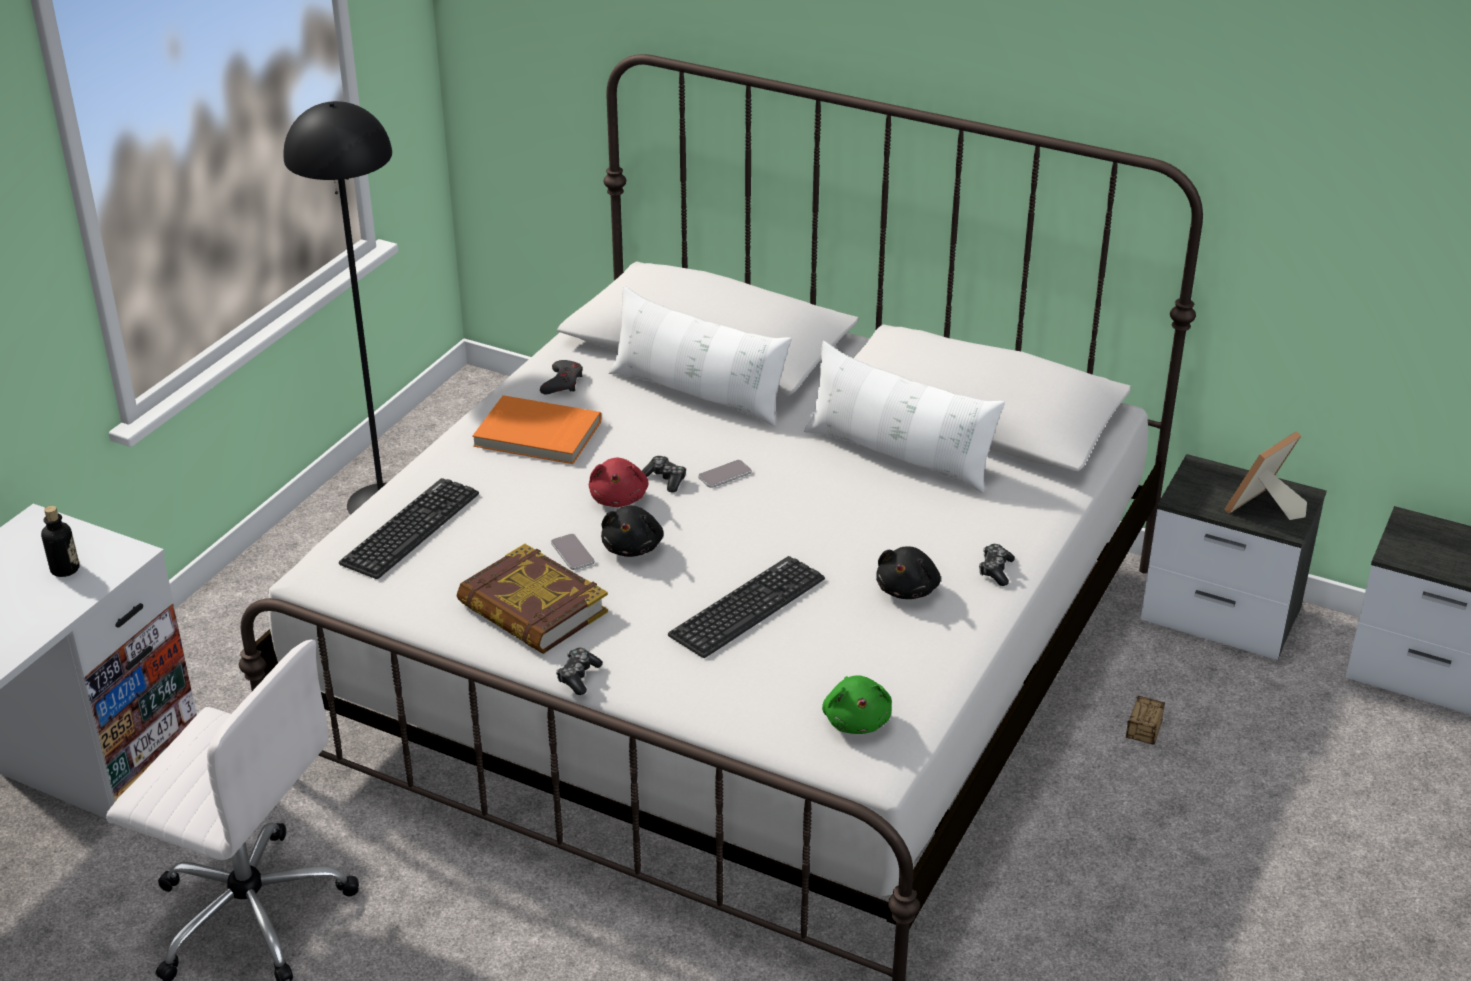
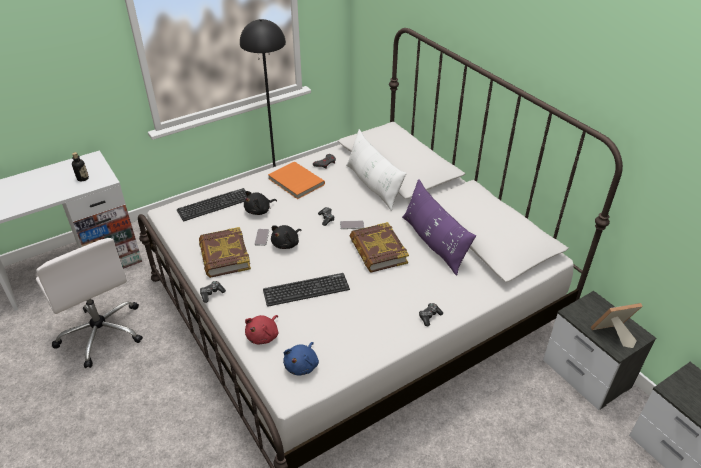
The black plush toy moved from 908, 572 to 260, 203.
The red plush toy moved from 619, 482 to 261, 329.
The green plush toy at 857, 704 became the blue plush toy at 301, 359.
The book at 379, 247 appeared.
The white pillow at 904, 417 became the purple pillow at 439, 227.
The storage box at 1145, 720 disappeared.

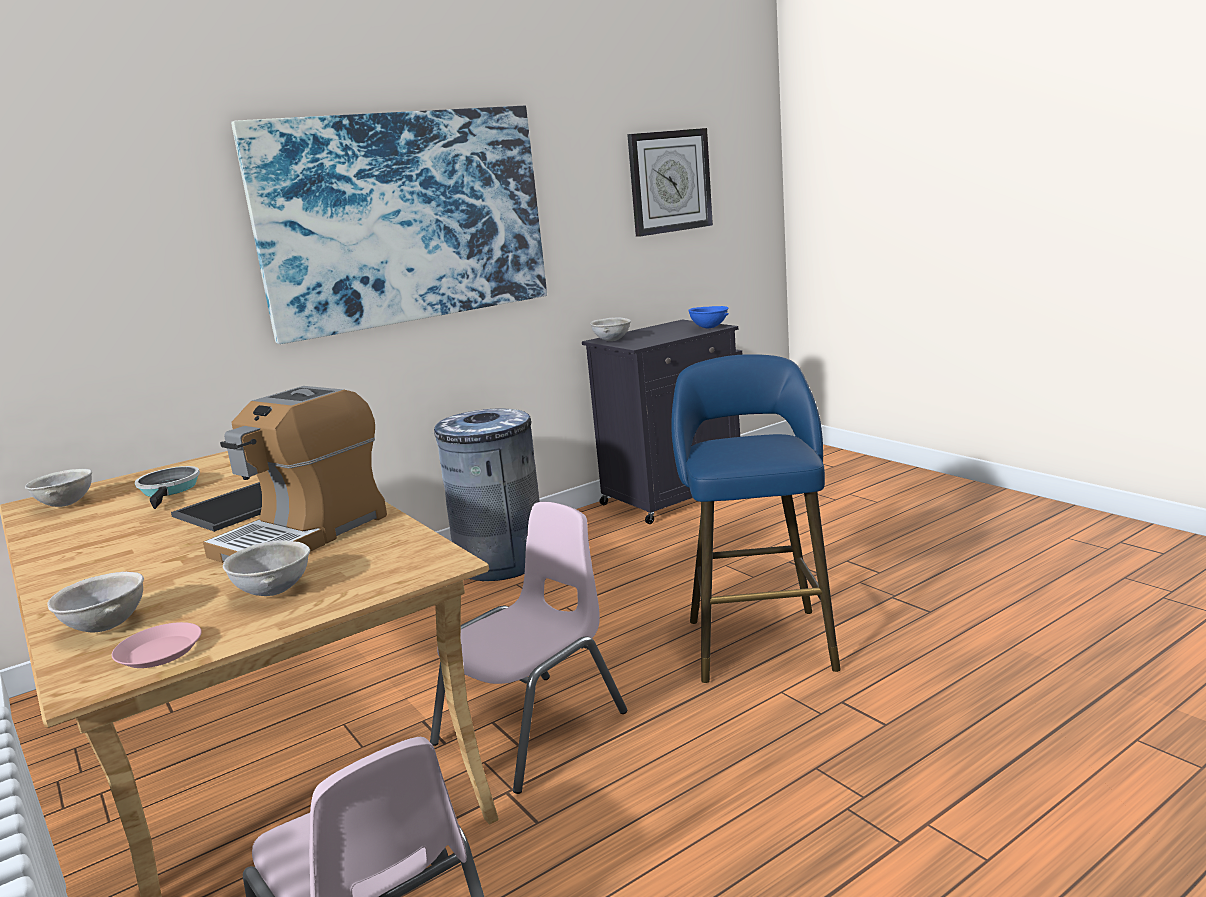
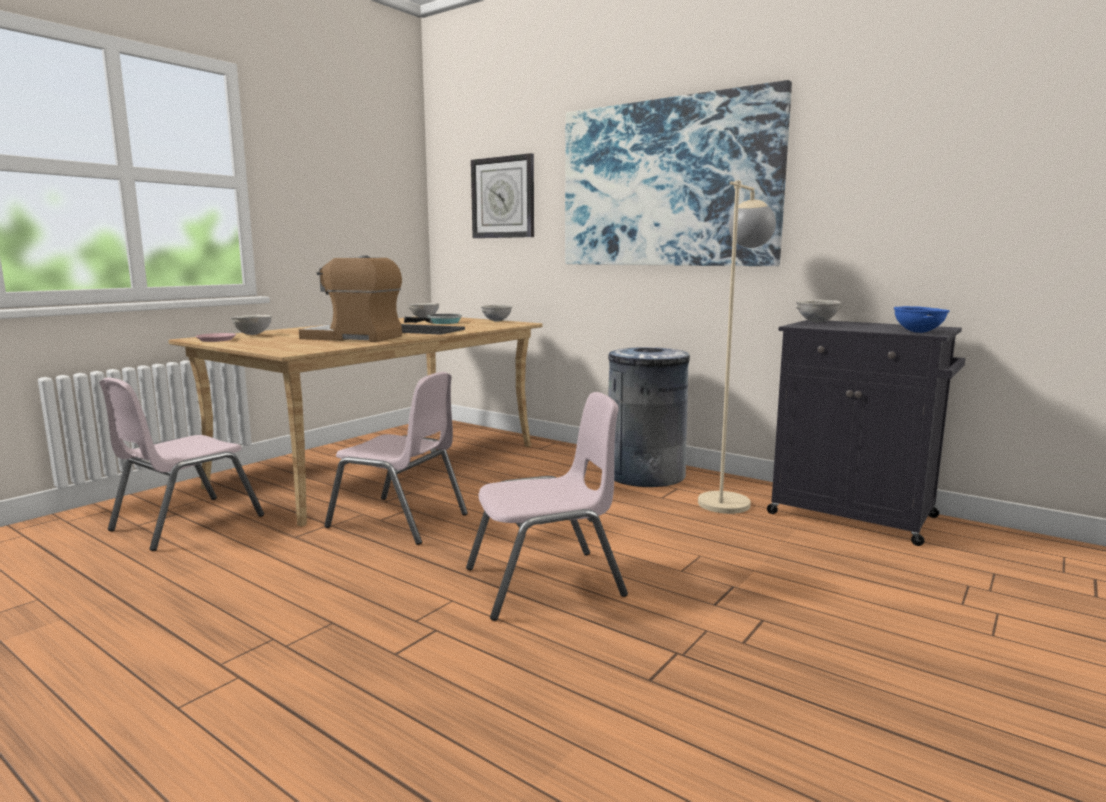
The blue stool at 756, 518 was replaced by the pink chair at 547, 506.
The wall clock moved from 670, 182 to 502, 195.
The grey bowl moved from 266, 568 to 496, 312.
The beige floor lamp at 737, 347 appeared.

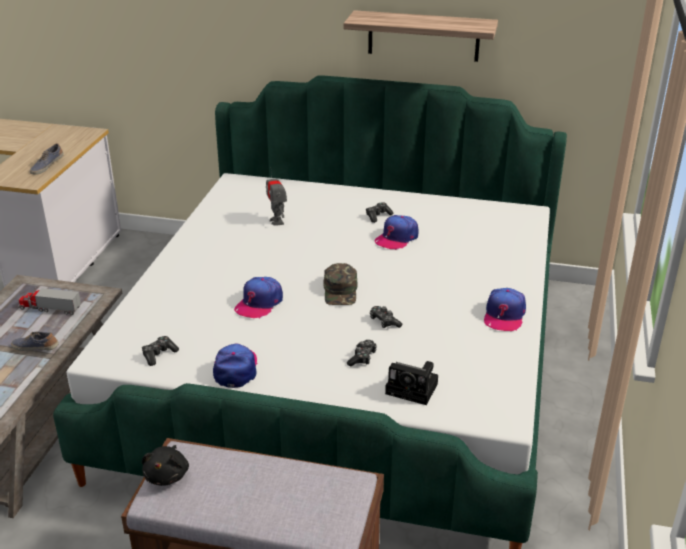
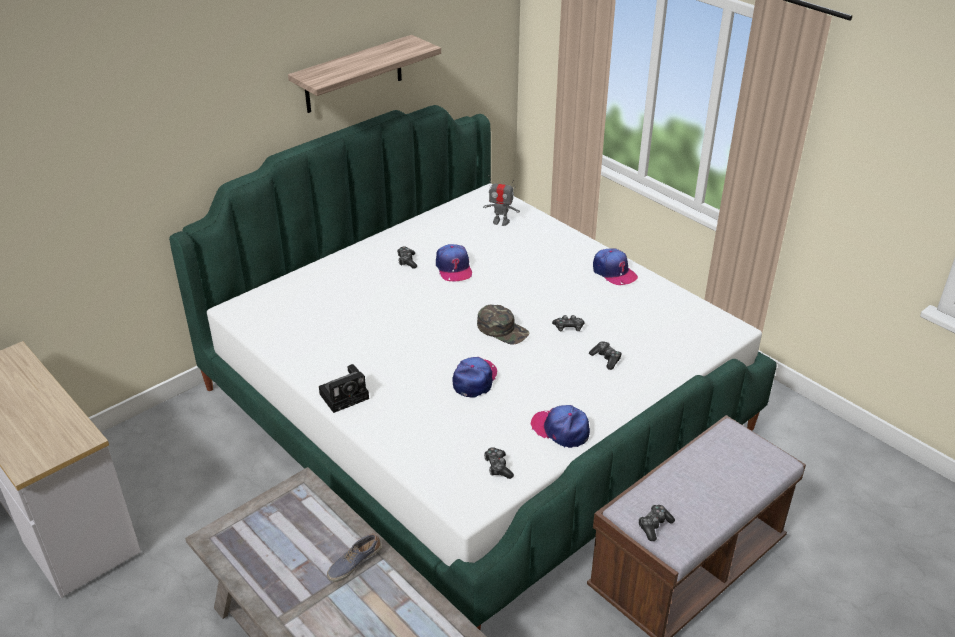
The photo camera moved from 411, 383 to 344, 388.
The cap at 258, 298 turned 135 degrees counterclockwise.
The toy robot moved from 276, 196 to 501, 203.
The black plush toy at 165, 465 was replaced by the game controller at 656, 523.
The toy truck at 49, 301 disappeared.
The shoe at 47, 159 disappeared.

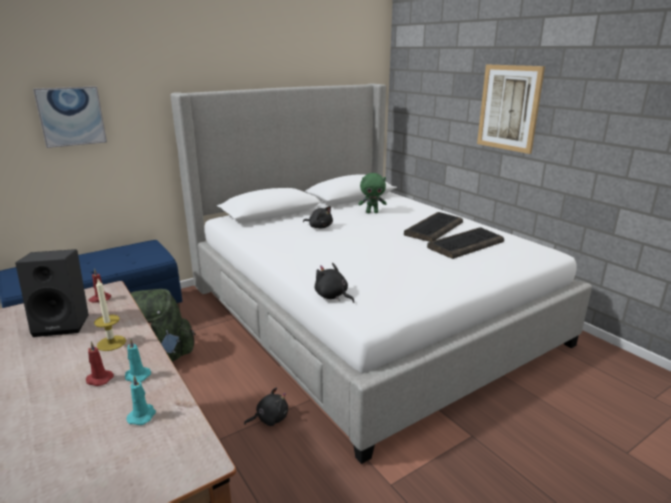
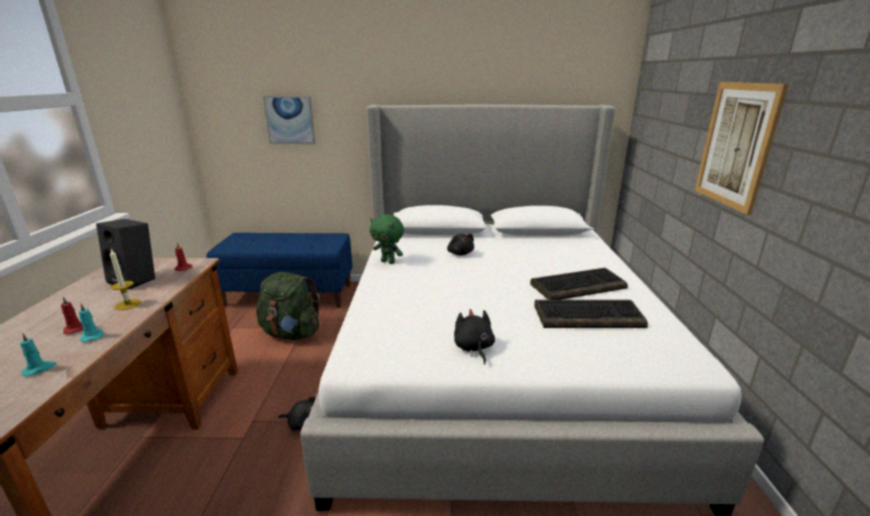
The green plush toy moved from 372, 193 to 387, 239.
The black plush toy moved from 334, 283 to 474, 336.

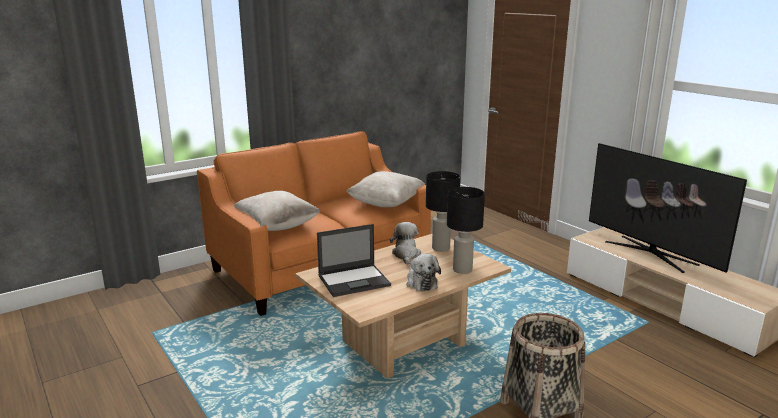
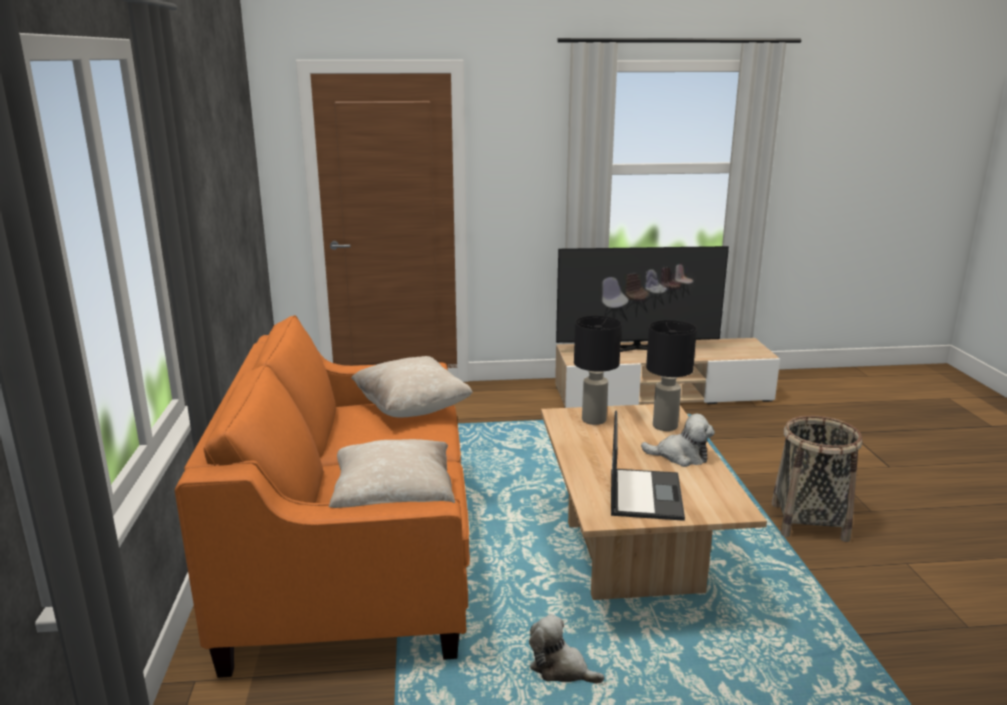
The plush toy moved from 405, 243 to 567, 649.

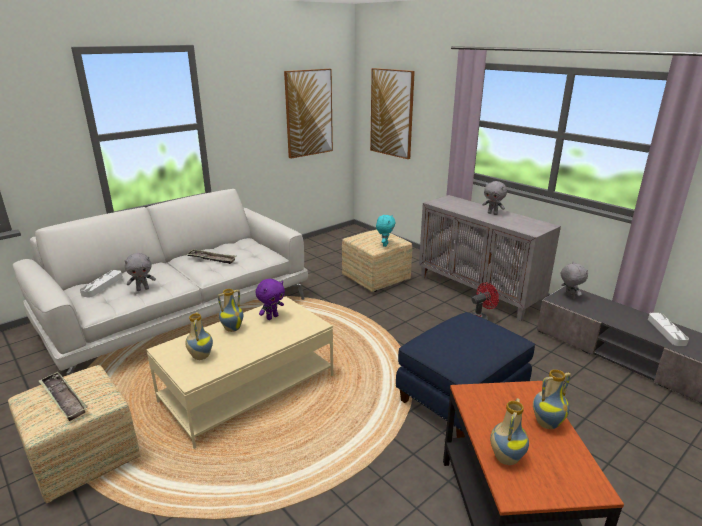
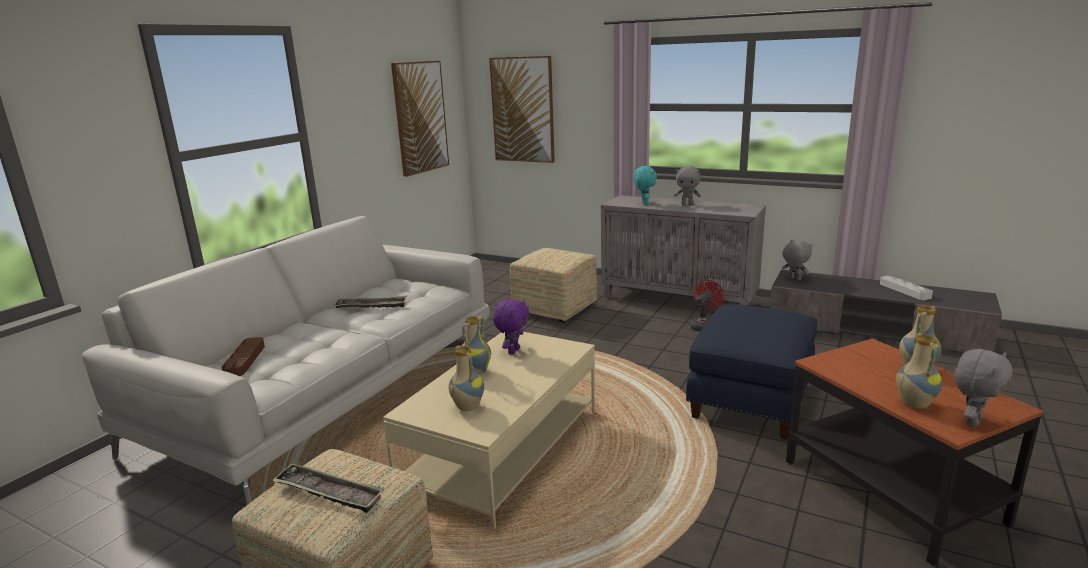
The grey tray at 101, 284 became the brown tray at 243, 356.
The turquoise plush toy moved from 386, 231 to 645, 185.
The grey plush toy moved from 140, 272 to 983, 388.

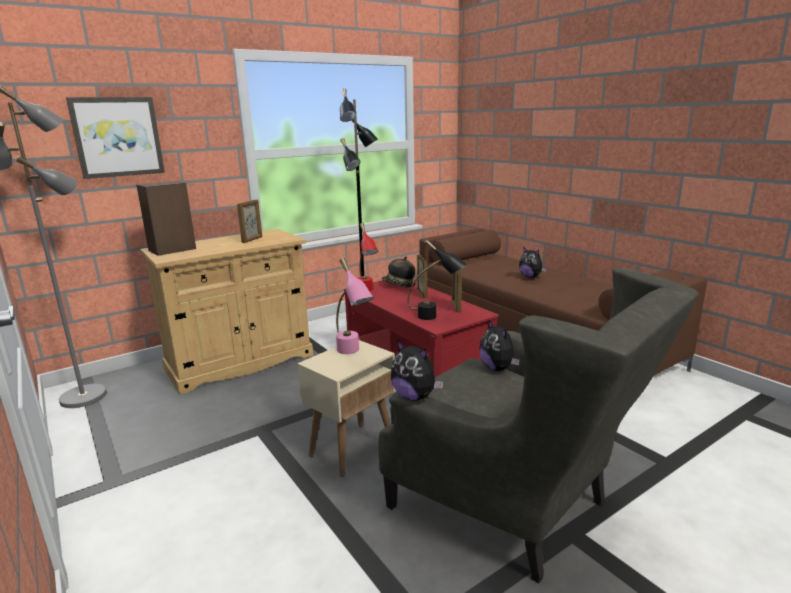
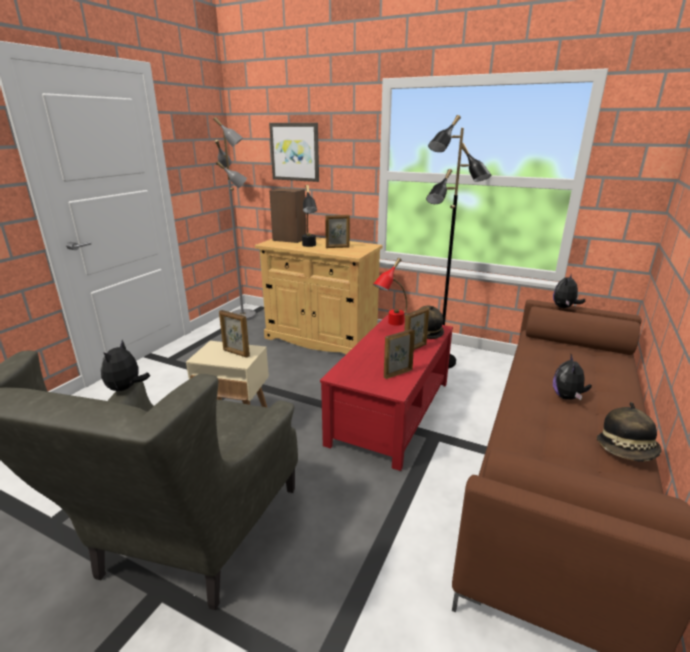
The pink table lamp at 354, 306 was replaced by the picture frame at 234, 334.
The black table lamp moved from 437, 280 to 309, 216.
The plush toy moved from 499, 345 to 569, 291.
The hat at 629, 432 appeared.

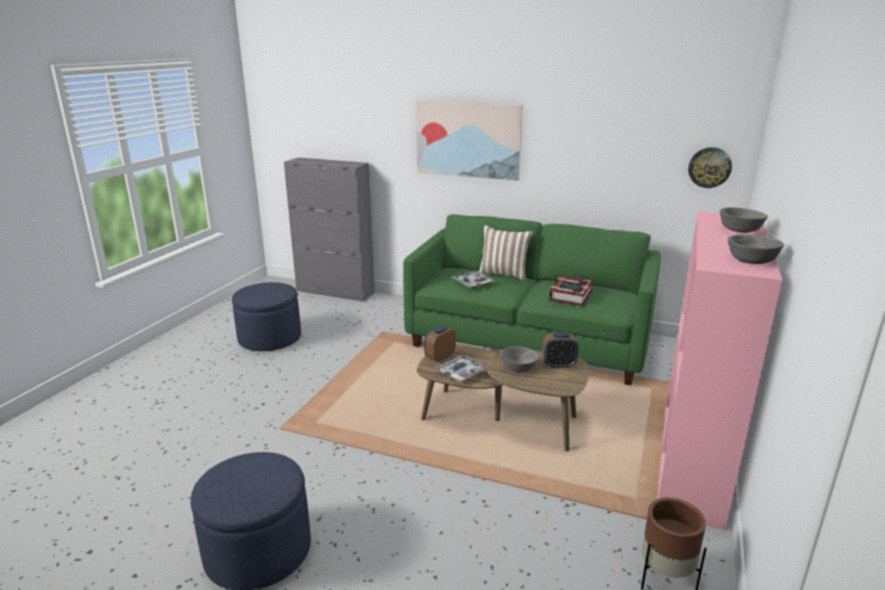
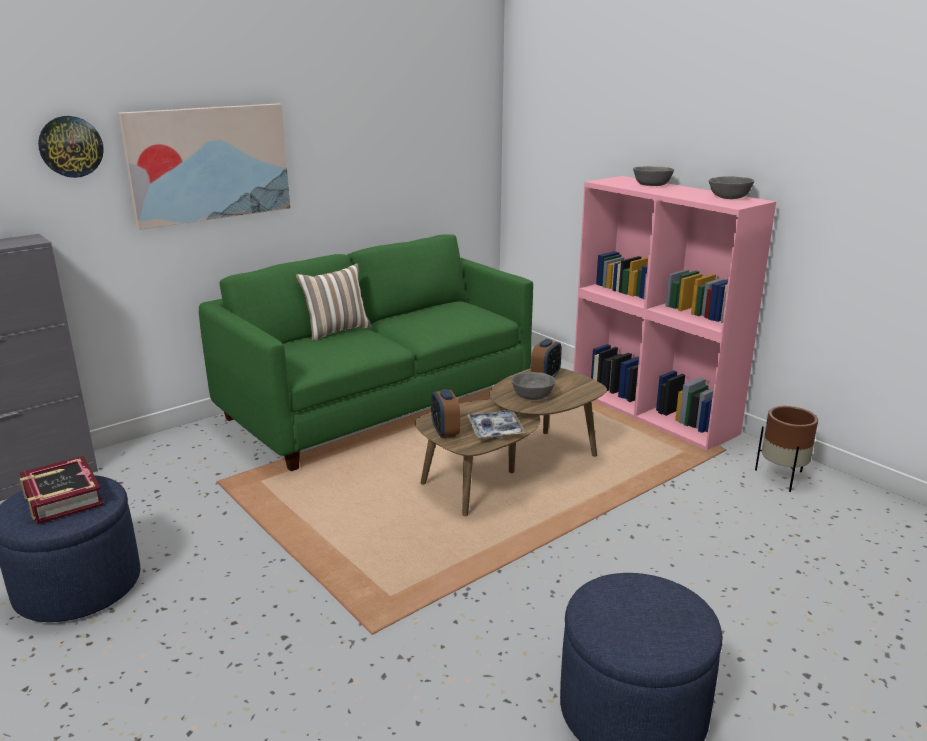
The book moved from 571, 290 to 62, 490.
The wall clock moved from 710, 167 to 71, 147.
The tray at 473, 279 disappeared.

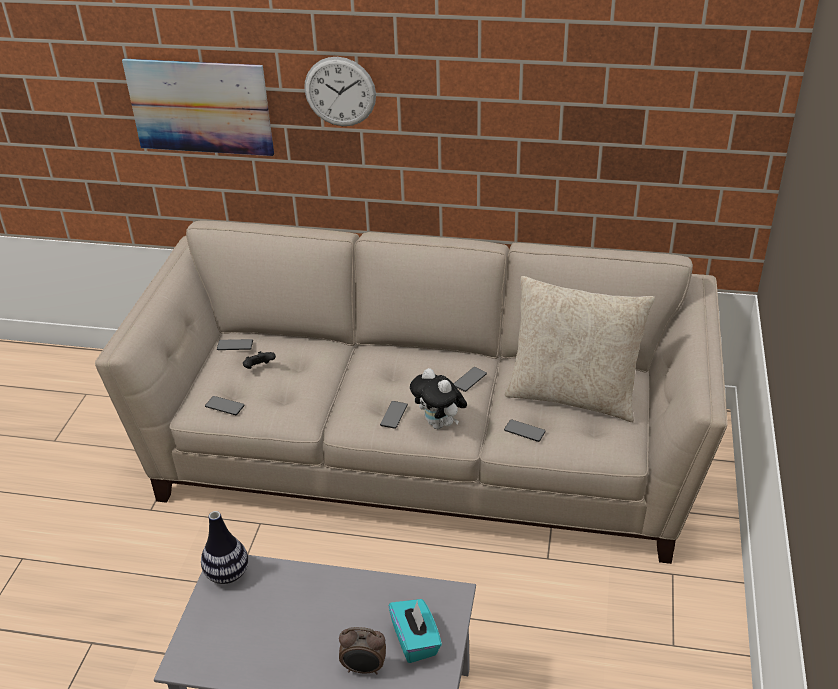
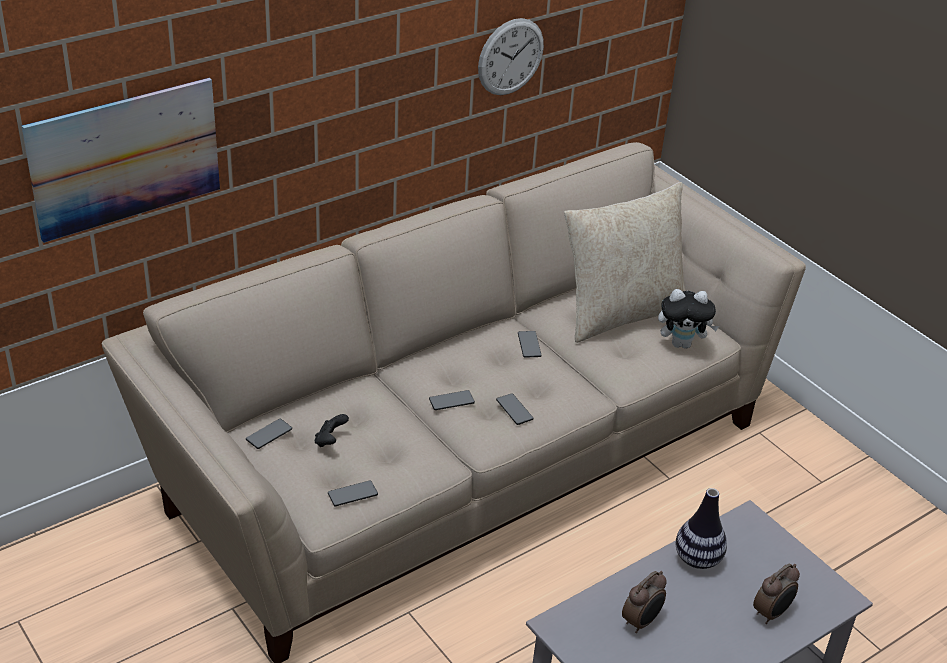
The phone moved from 525, 430 to 452, 400.
The wall clock moved from 340, 91 to 511, 56.
The alarm clock at 644, 602 appeared.
The plush toy moved from 438, 398 to 688, 319.
The vase moved from 224, 547 to 701, 528.
The turquoise tissue box at 415, 631 disappeared.

